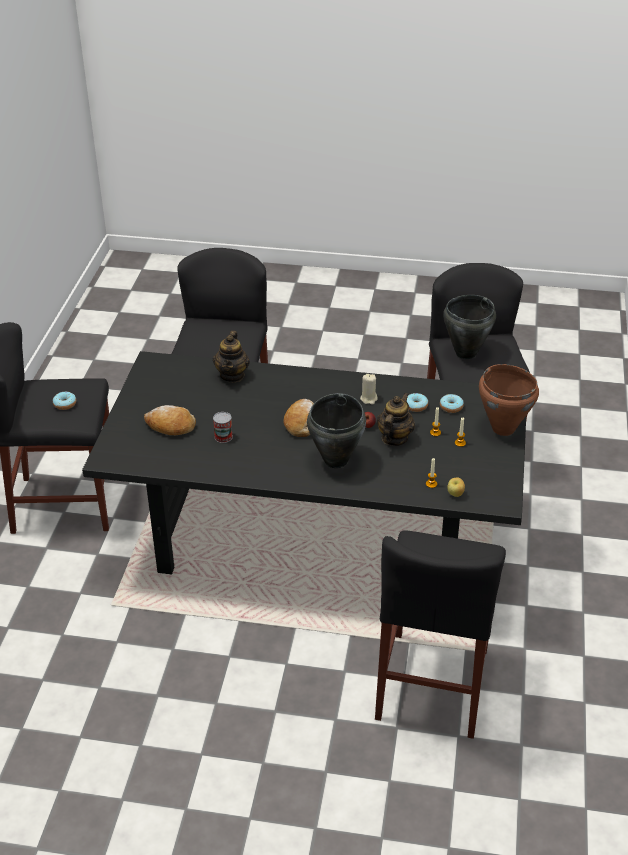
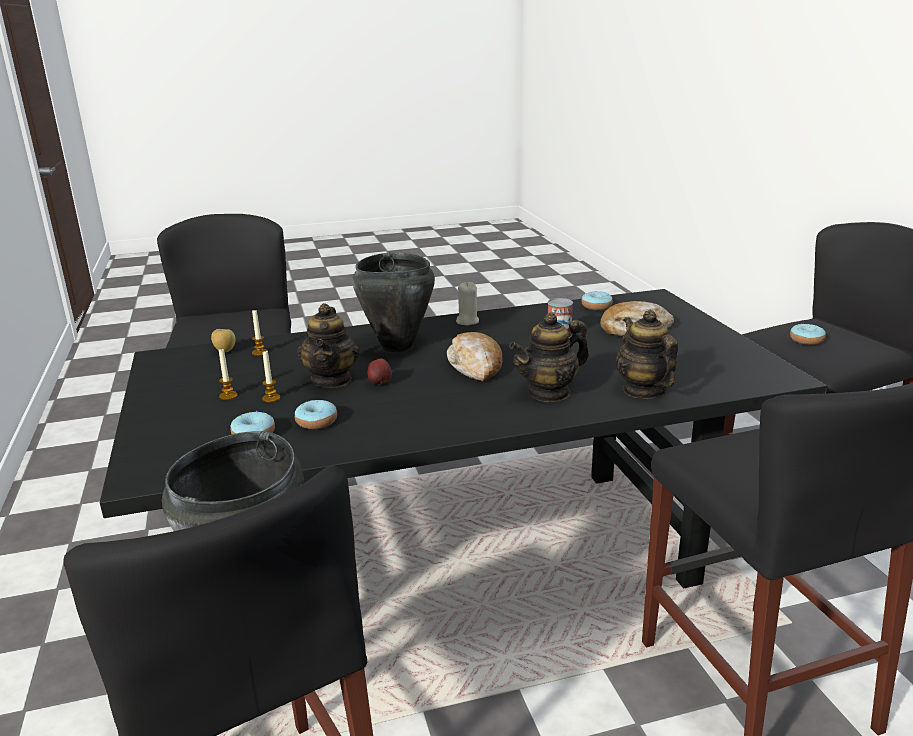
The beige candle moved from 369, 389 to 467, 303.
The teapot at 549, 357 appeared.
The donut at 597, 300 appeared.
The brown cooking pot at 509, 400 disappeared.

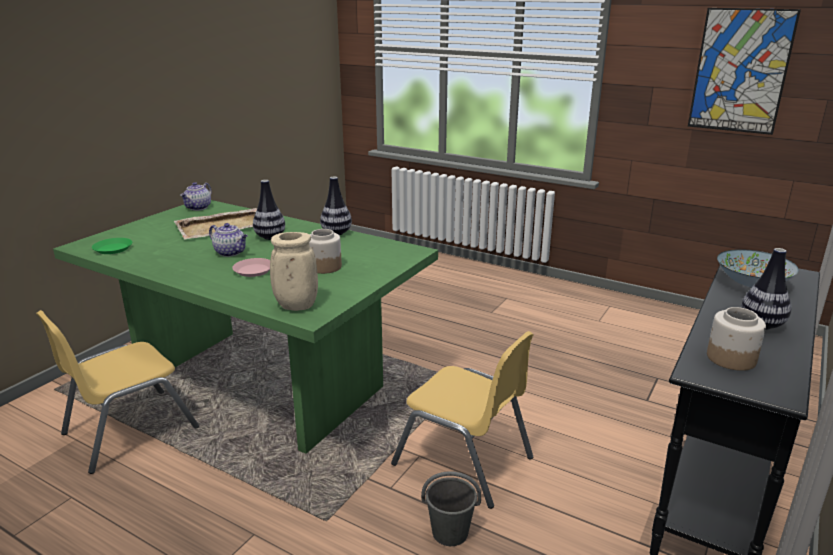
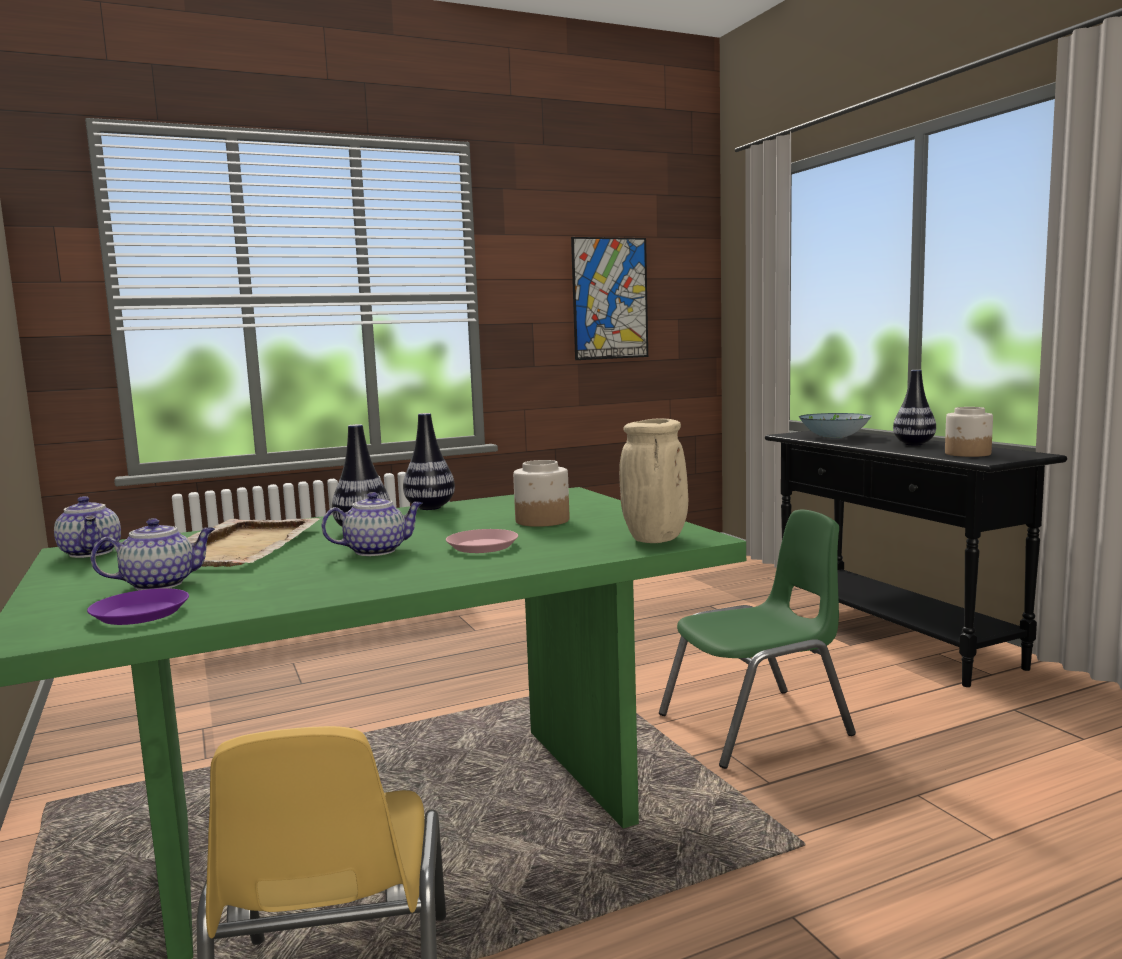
The green plate at 112, 246 became the purple plate at 138, 606.
The teapot at 153, 554 appeared.
The yellow chair at 462, 420 became the green chair at 757, 639.
The grey bucket at 451, 508 disappeared.

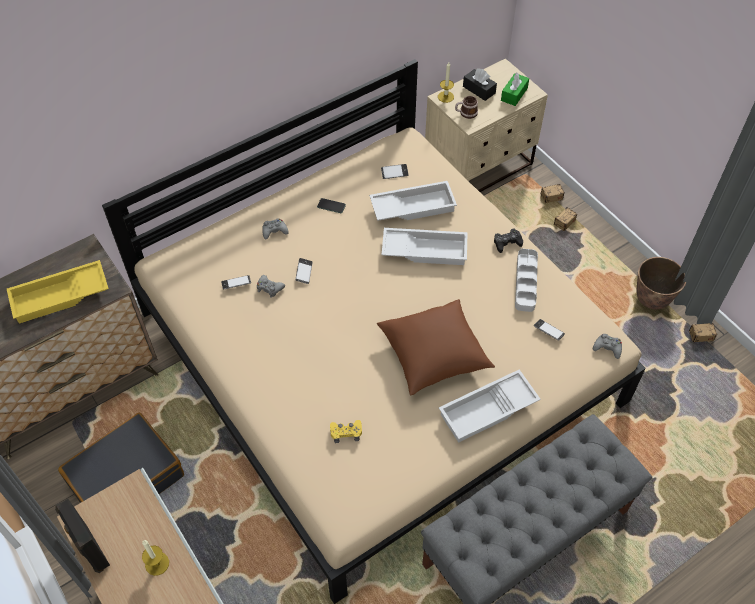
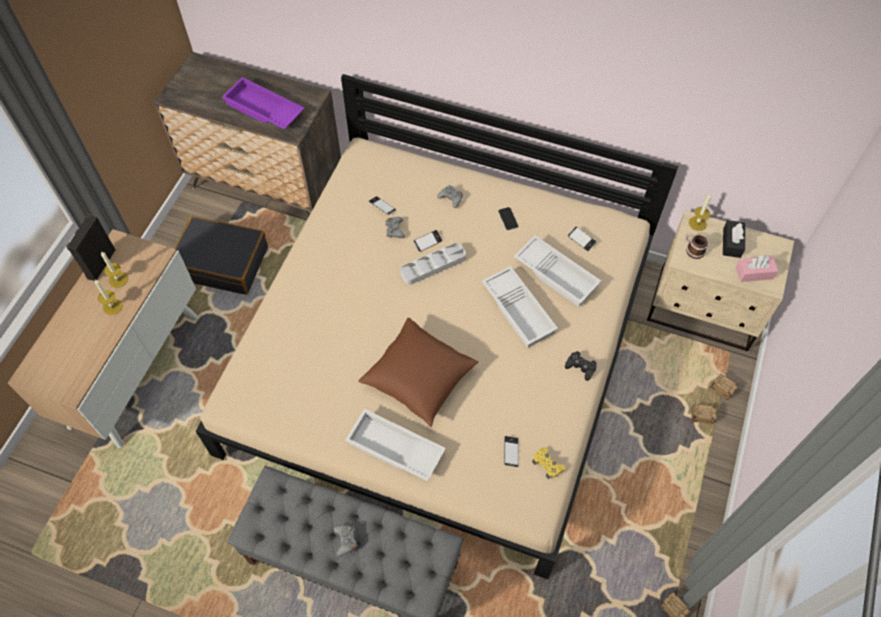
The candle at 114, 269 appeared.
The yellow tray at 58, 292 became the purple tray at 263, 103.
The grey game controller moved from 607, 346 to 345, 540.
The grey tray moved from 526, 280 to 433, 264.
The yellow game controller moved from 346, 431 to 548, 463.
The green tissue box at 515, 89 became the pink tissue box at 757, 268.
The planter at 661, 283 disappeared.

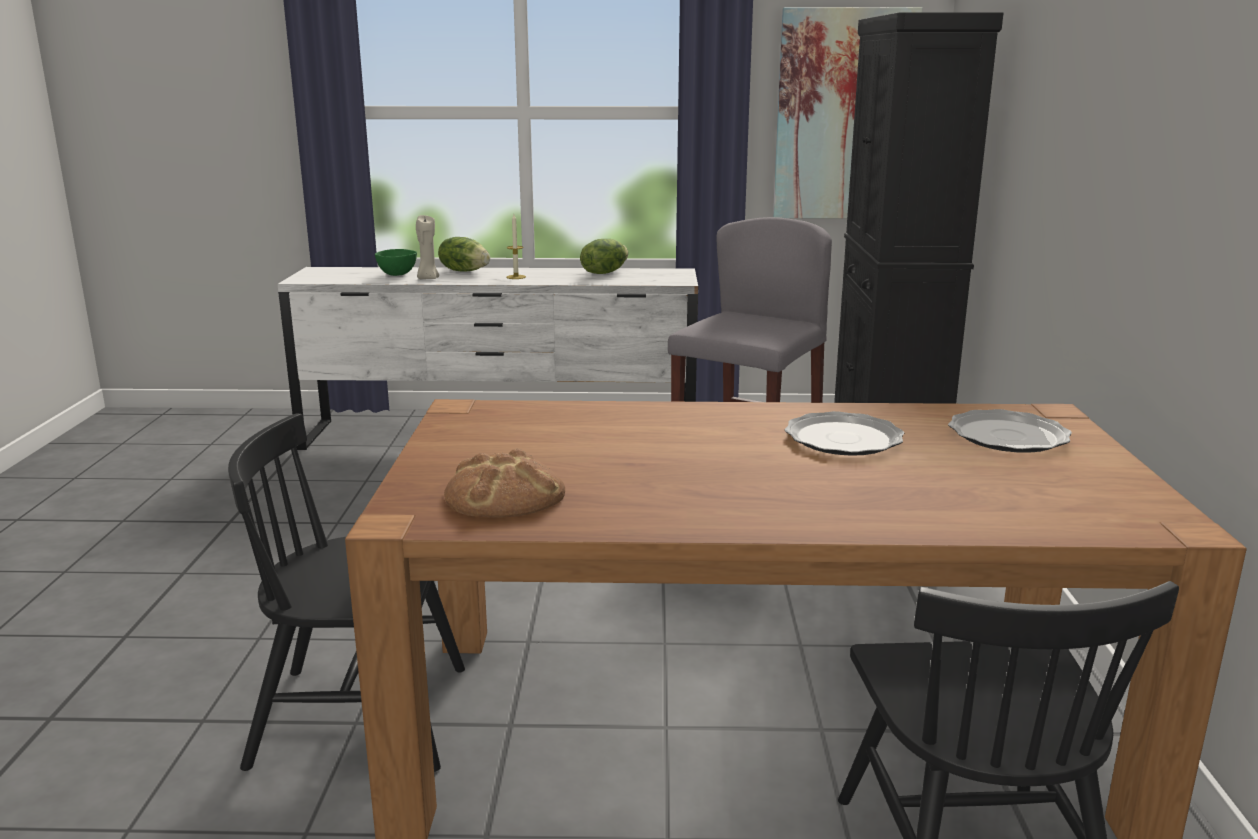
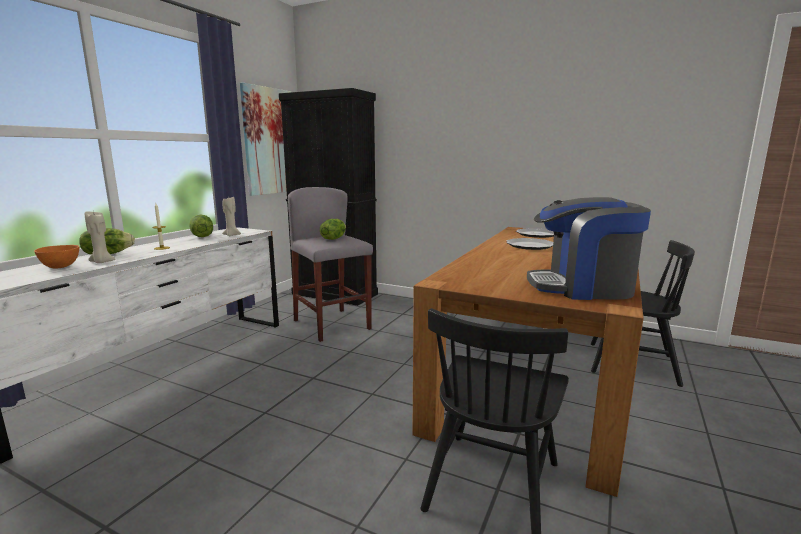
The green bowl at 396, 262 became the orange bowl at 56, 257.
The beige candle at 231, 216 appeared.
The lettuce at 333, 229 appeared.
The bread at 504, 483 was replaced by the coffee machine at 589, 248.

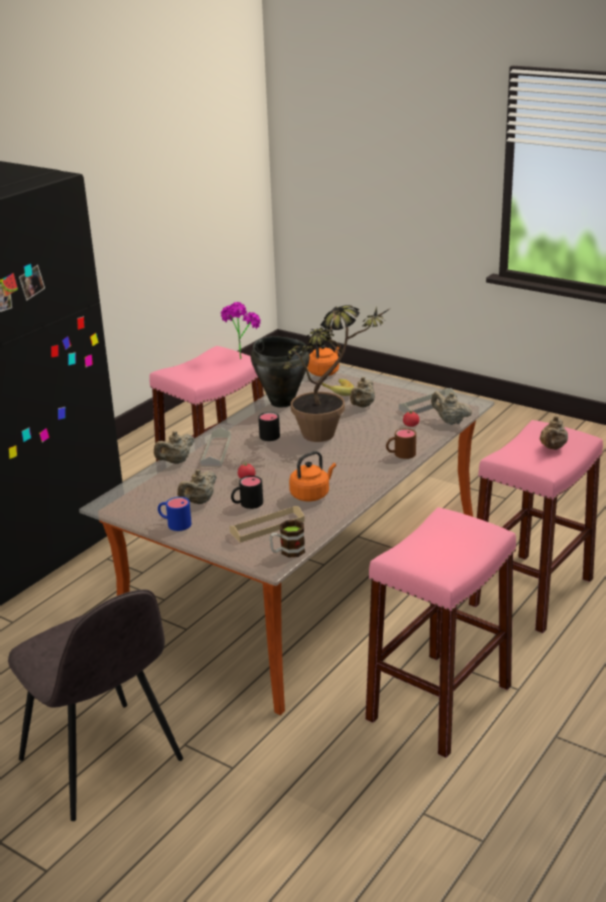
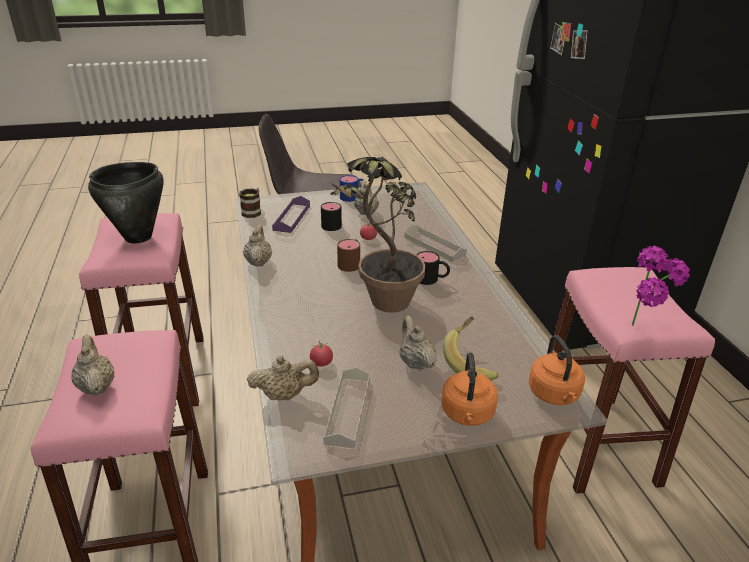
The black cooking pot moved from 280, 372 to 126, 202.
The beige teapot moved from 174, 447 to 257, 245.
The beige tray at 267, 524 became the purple tray at 291, 214.
The brown mug moved from 401, 443 to 348, 255.
The orange kettle moved from 312, 476 to 469, 389.

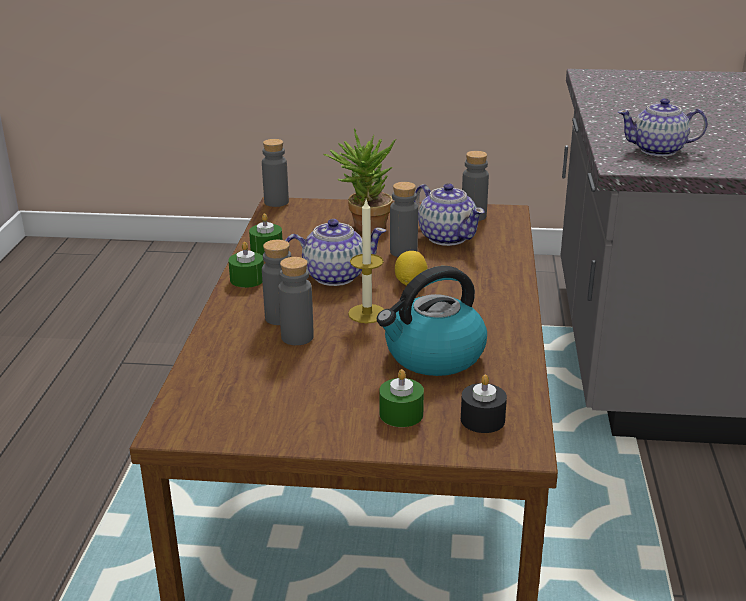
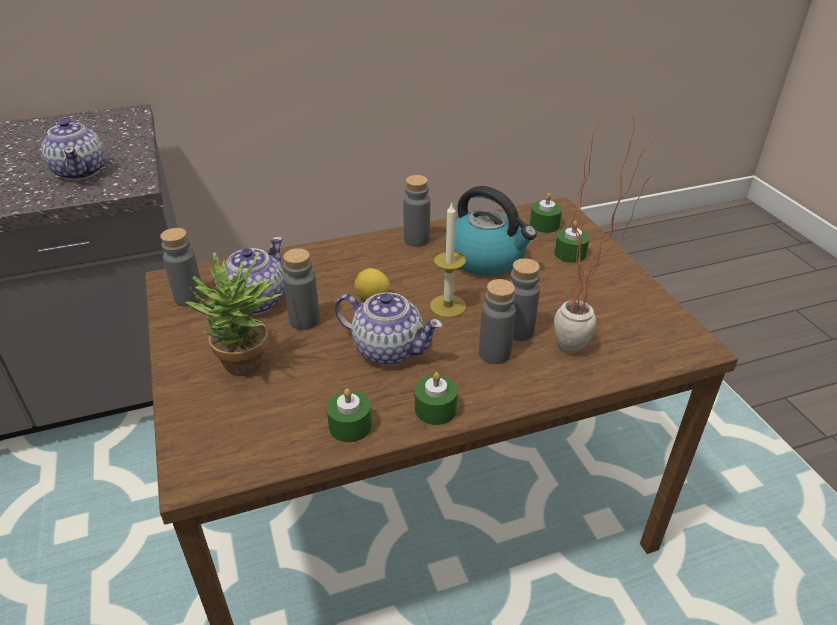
The teapot at 335, 252 turned 150 degrees clockwise.
The grey bottle moved from 275, 173 to 416, 211.
The black candle at 484, 403 became the green candle at 546, 213.
The potted plant at 604, 227 appeared.

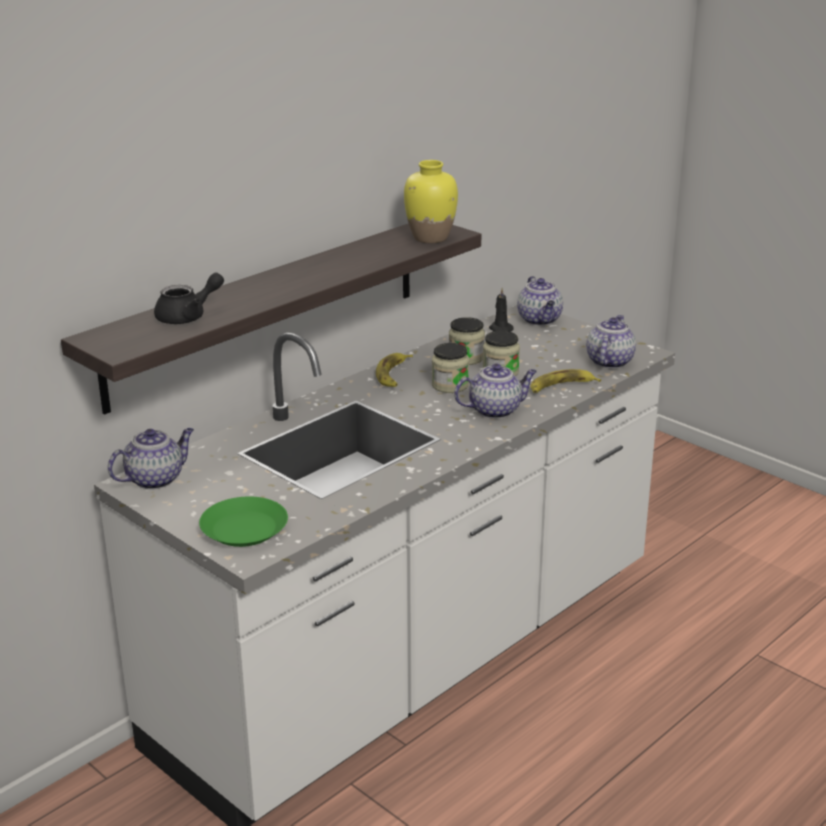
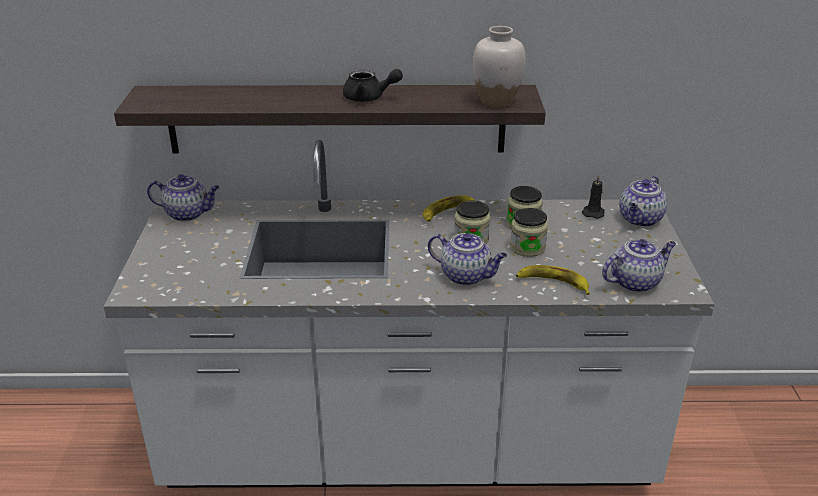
The black teapot moved from 189, 298 to 373, 85.
The yellow vase at 431, 201 became the white vase at 499, 66.
The green plate at 243, 521 disappeared.

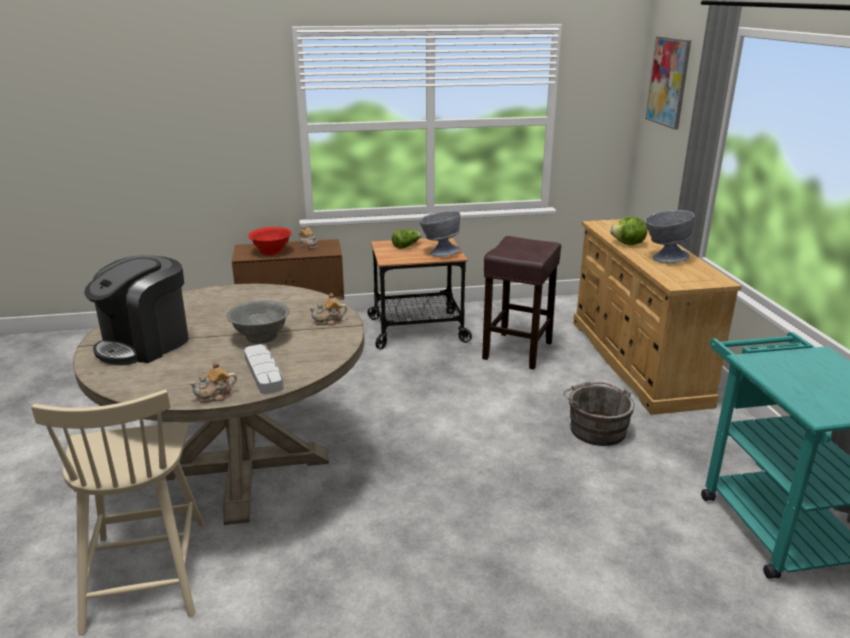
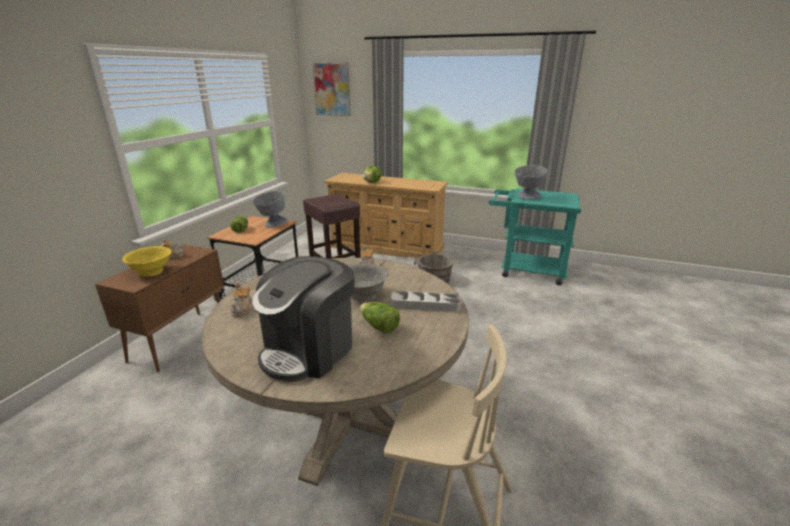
The red bowl at 270, 241 became the yellow bowl at 147, 261.
The teapot moved from 213, 382 to 242, 300.
The coffee machine at 136, 310 turned 60 degrees clockwise.
The lettuce at 380, 317 appeared.
The grey bowl moved from 669, 236 to 531, 182.

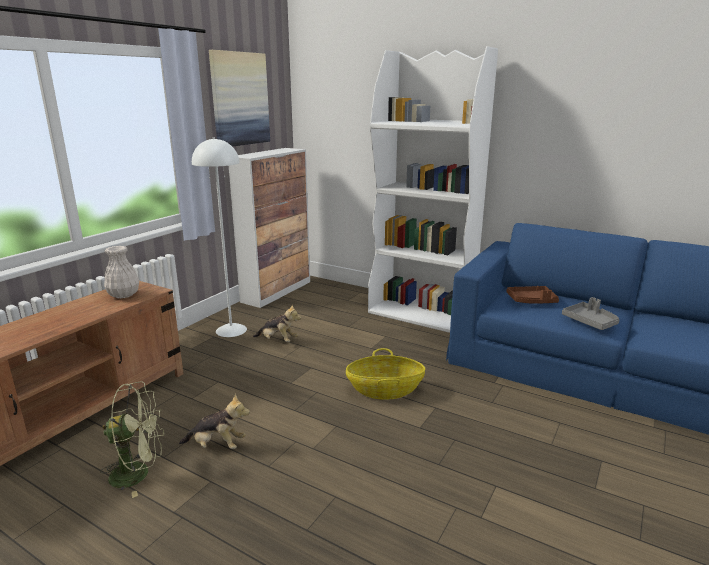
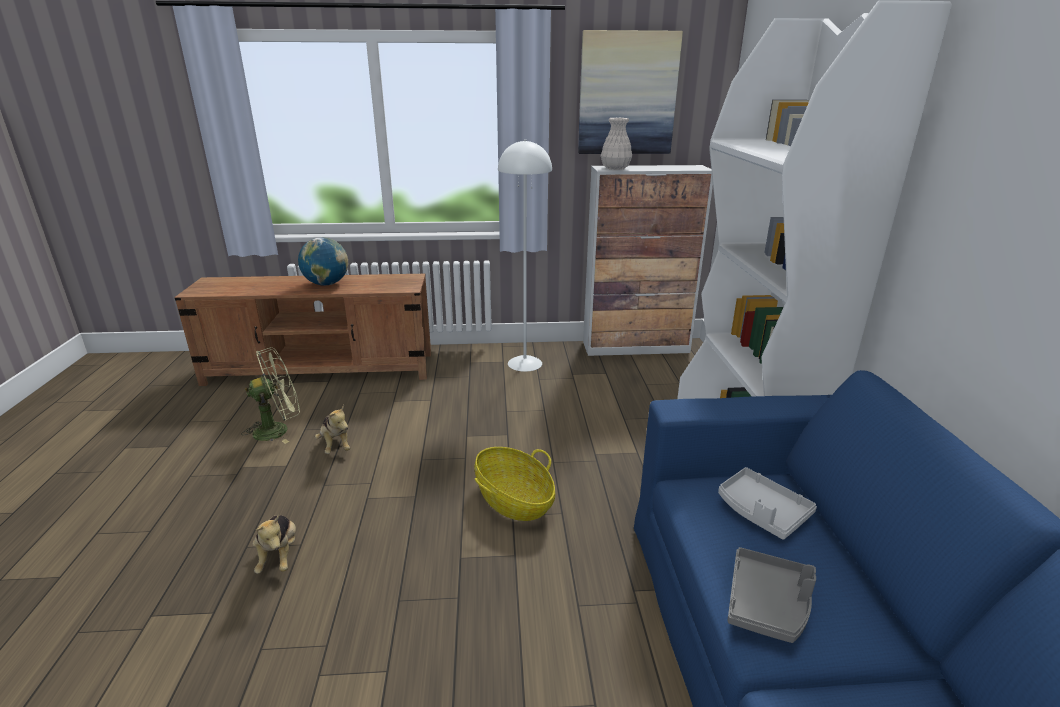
The green fan at 132, 439 turned 75 degrees counterclockwise.
The plush toy moved from 277, 323 to 274, 544.
The globe at 323, 261 appeared.
The white vase moved from 121, 272 to 616, 144.
The brown tray at 532, 295 became the grey tray at 767, 503.

